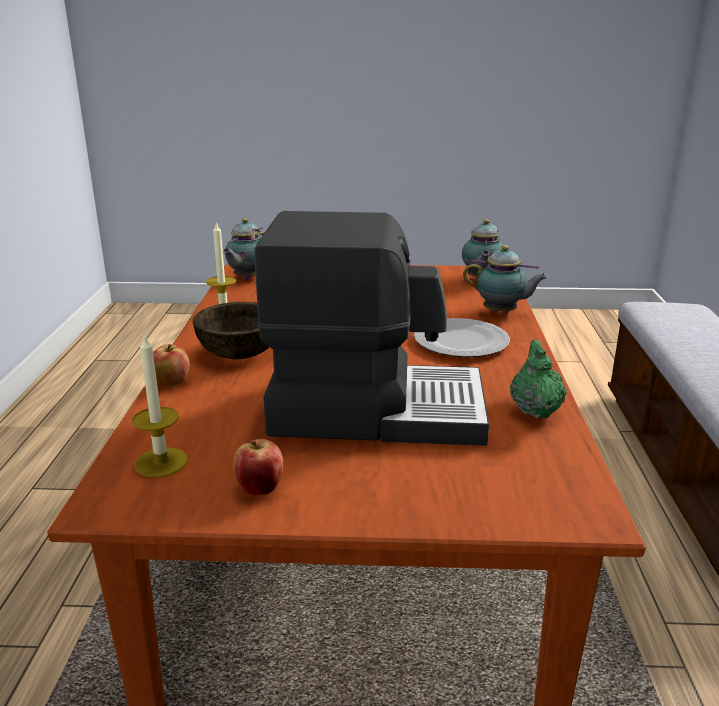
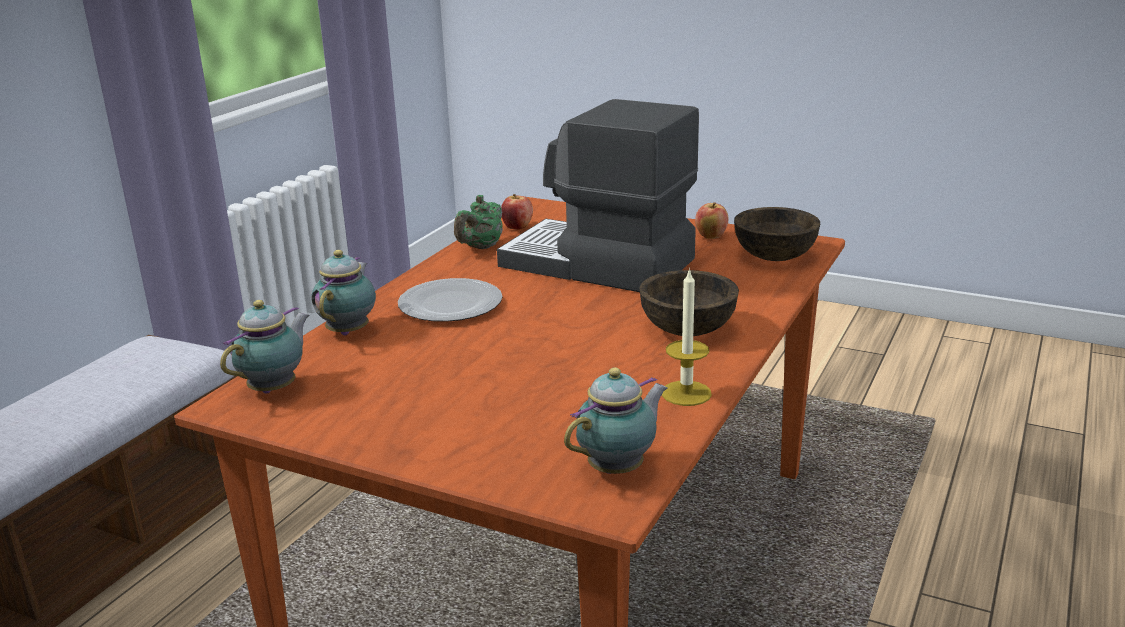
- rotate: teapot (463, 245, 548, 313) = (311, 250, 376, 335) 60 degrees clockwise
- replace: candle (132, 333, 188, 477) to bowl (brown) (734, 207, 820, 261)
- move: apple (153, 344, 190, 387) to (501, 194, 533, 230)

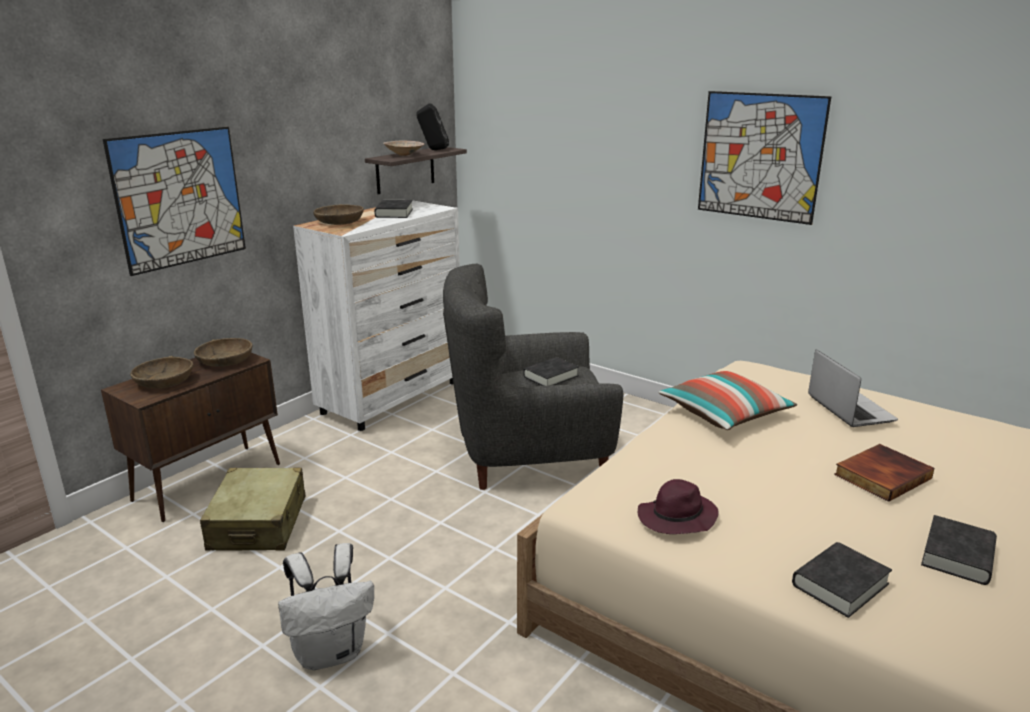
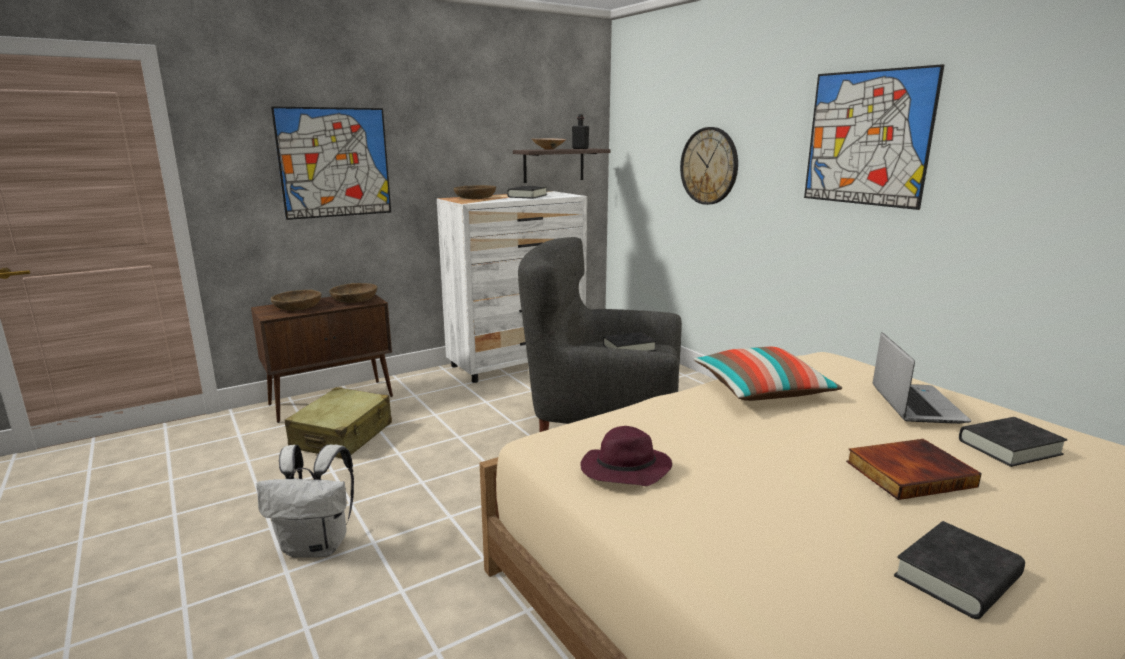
- replace: speaker (black) (416, 104, 449, 150) to bottle (black) (572, 114, 589, 149)
- move: book (black) (792, 542, 892, 618) to (959, 417, 1067, 467)
- insert: wall clock (680, 127, 738, 205)

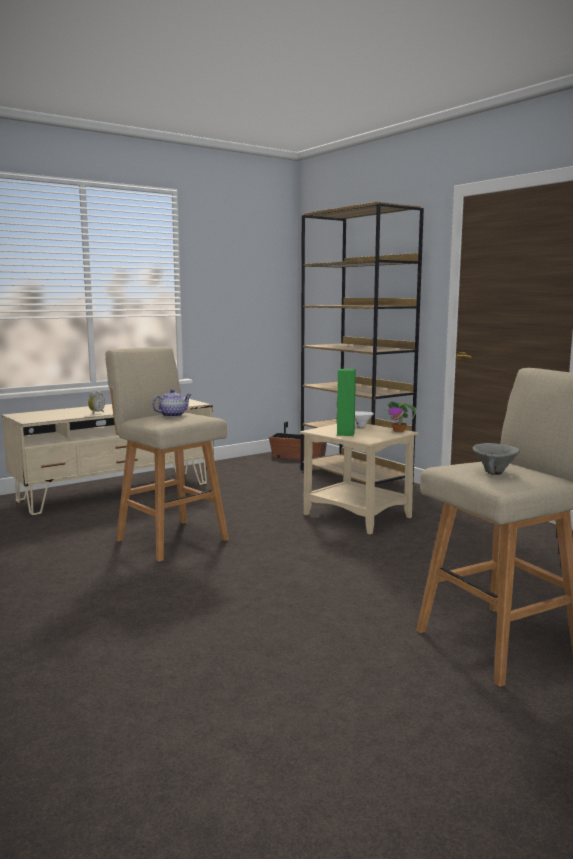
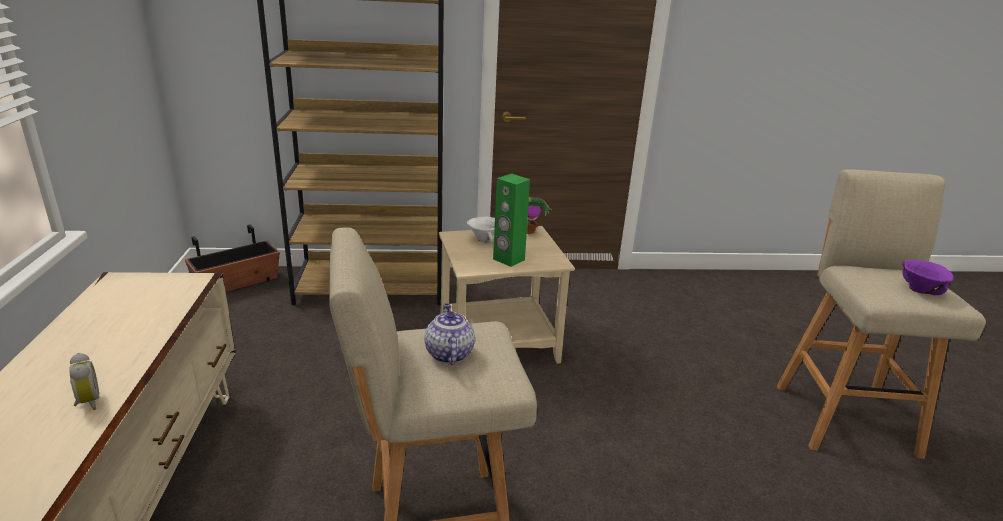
- recolor: bowl (grey) (472, 443, 520, 475) to bowl (purple) (902, 260, 953, 295)

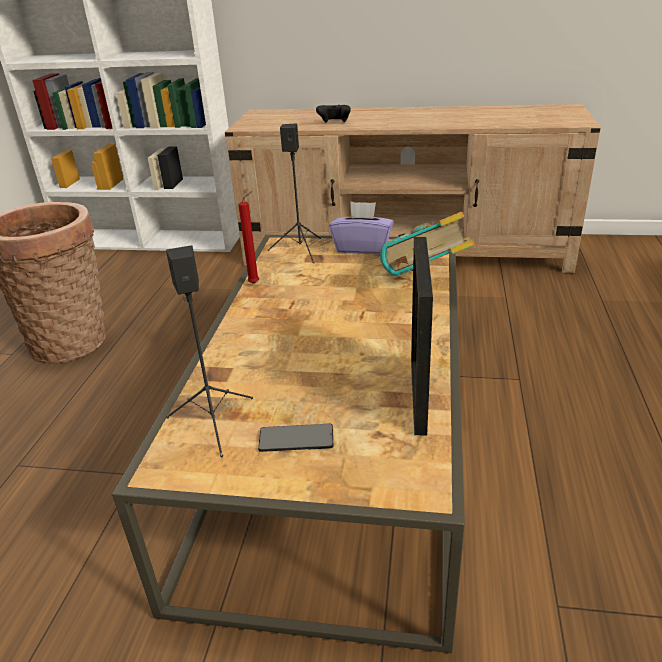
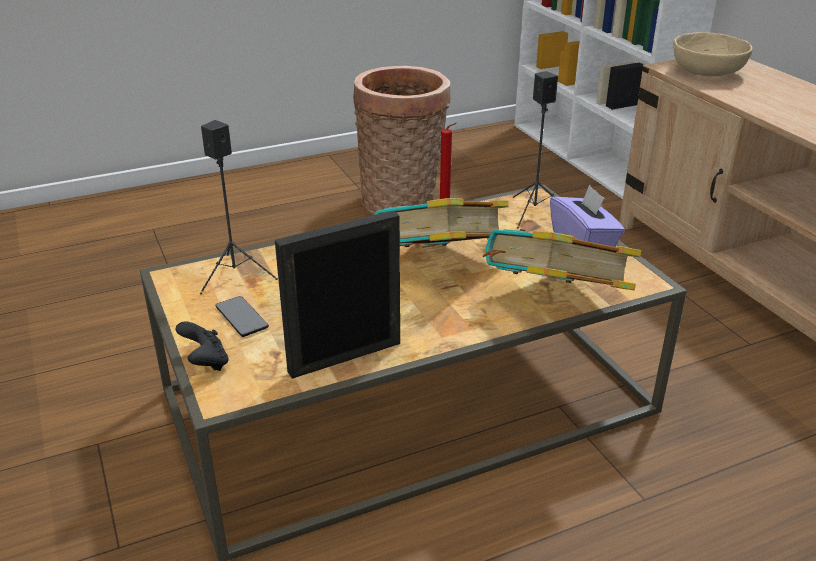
- move: game controller (black) (316, 105, 351, 123) to (176, 322, 229, 371)
- insert: bowl (beige) (673, 32, 753, 76)
- insert: book (375, 198, 508, 247)

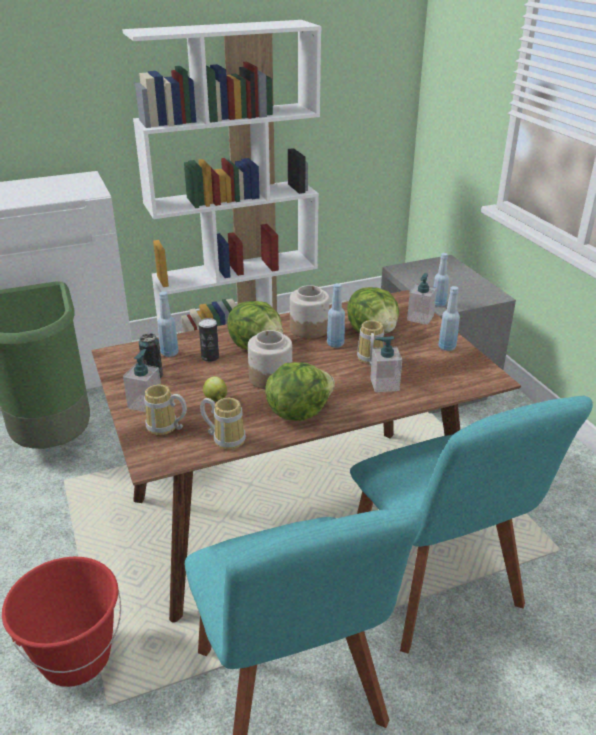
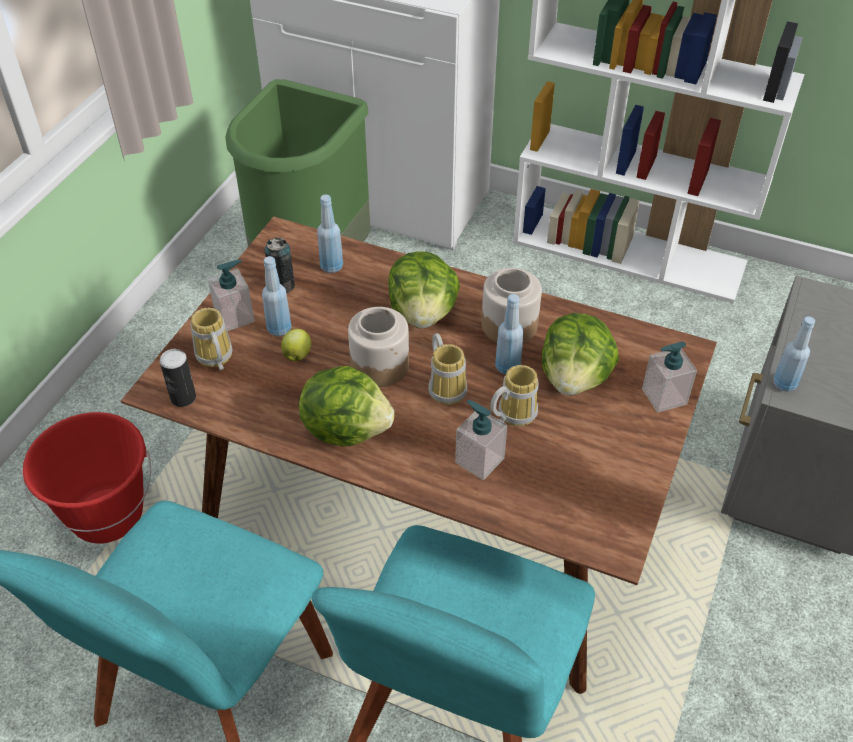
- move: bottle (blue) (438, 286, 460, 351) to (262, 256, 292, 336)
- move: can (199, 318, 219, 362) to (160, 349, 196, 407)
- move: mug (200, 398, 246, 449) to (428, 333, 467, 405)

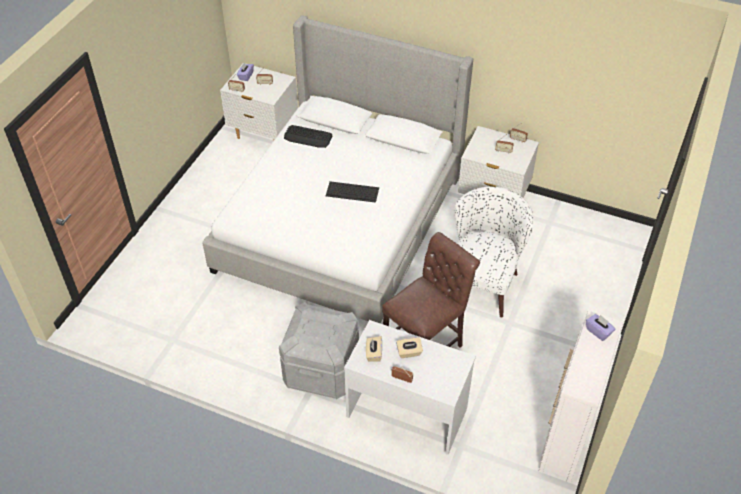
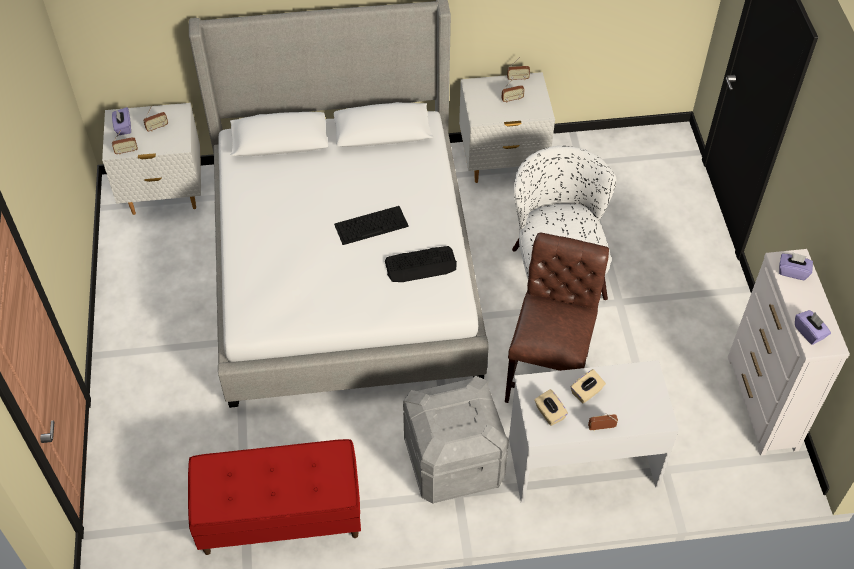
- move: keyboard (284, 125, 332, 148) to (385, 246, 457, 282)
- insert: tissue box (purple) (795, 310, 831, 345)
- insert: bench (red) (188, 439, 361, 555)

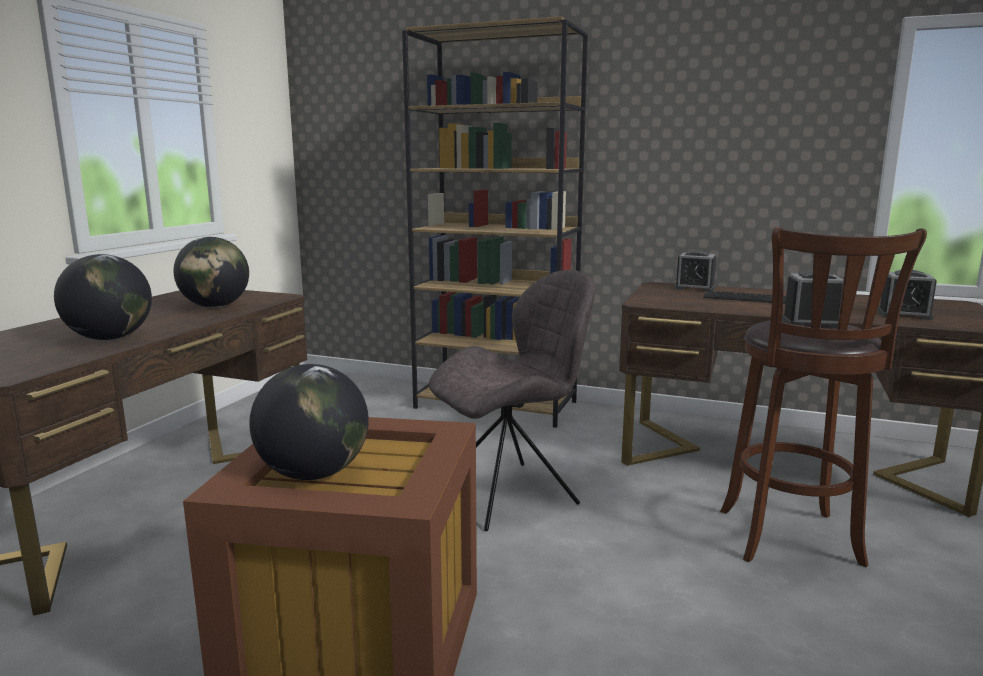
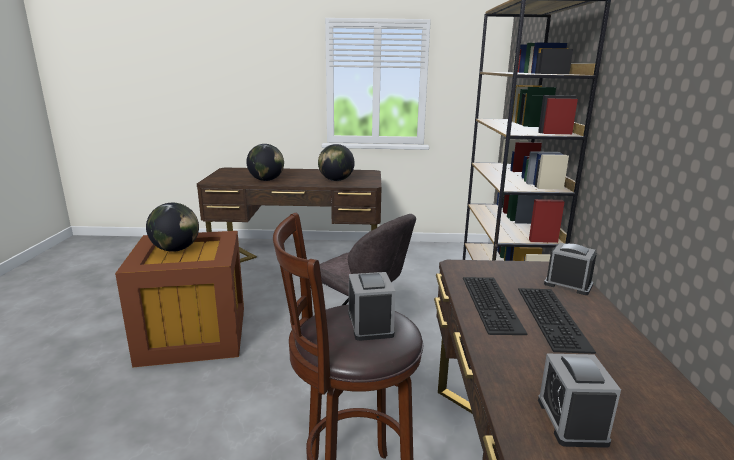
- rotate: alarm clock (674, 250, 716, 291) = (544, 243, 597, 295) 120 degrees clockwise
- insert: keyboard (463, 277, 527, 335)

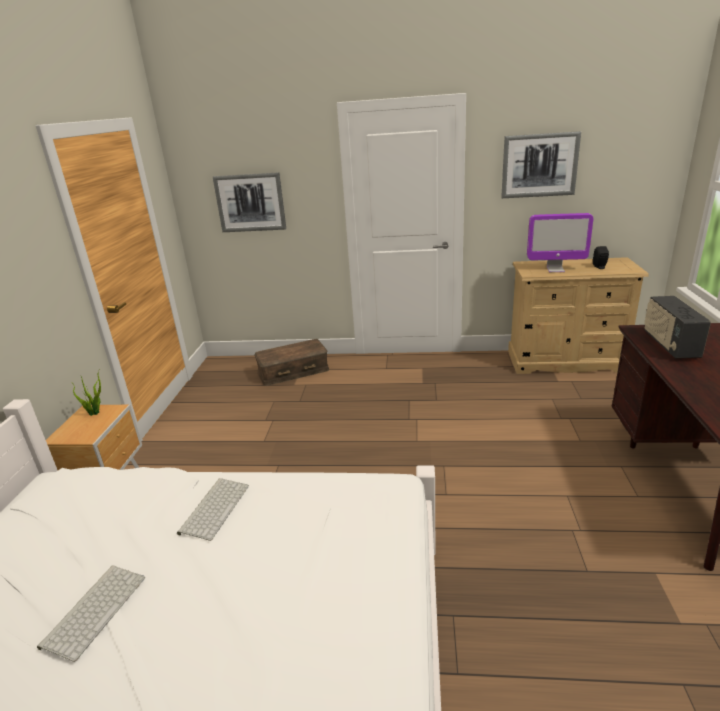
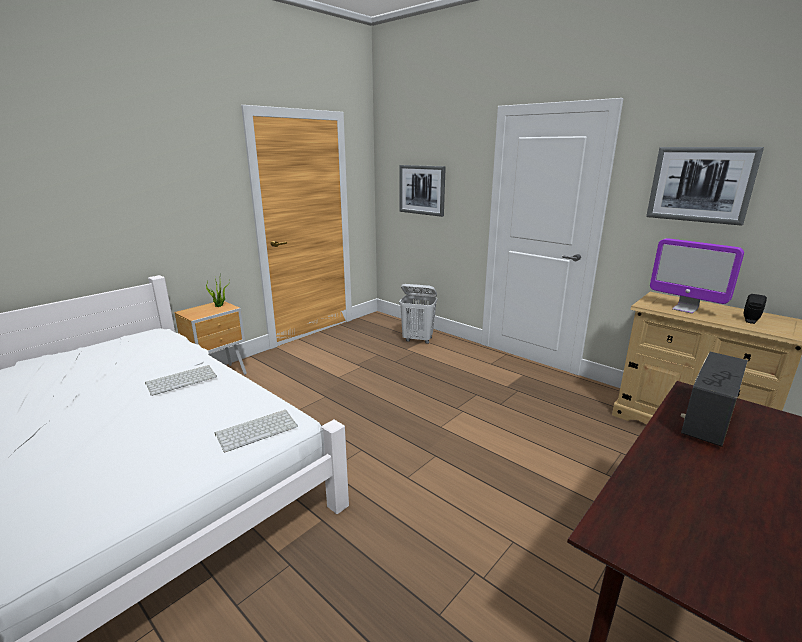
- replace: storage box (brown) (254, 339, 329, 386) to laundry basket (white) (399, 284, 437, 344)
- move: keyboard (37, 565, 145, 662) to (215, 410, 298, 452)

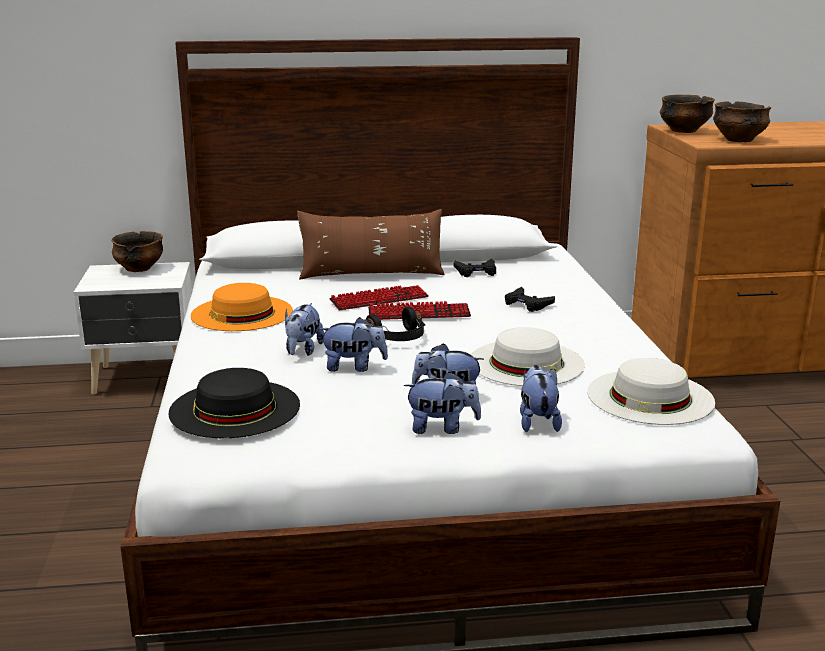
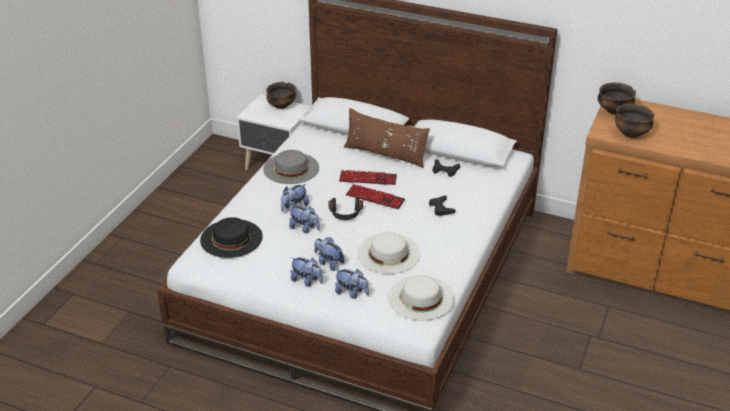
- recolor: hat (orange) (191, 283, 293, 331) to hat (grey) (263, 150, 319, 184)
- rotate: plush toy (520, 365, 562, 432) = (335, 269, 369, 299) 90 degrees clockwise

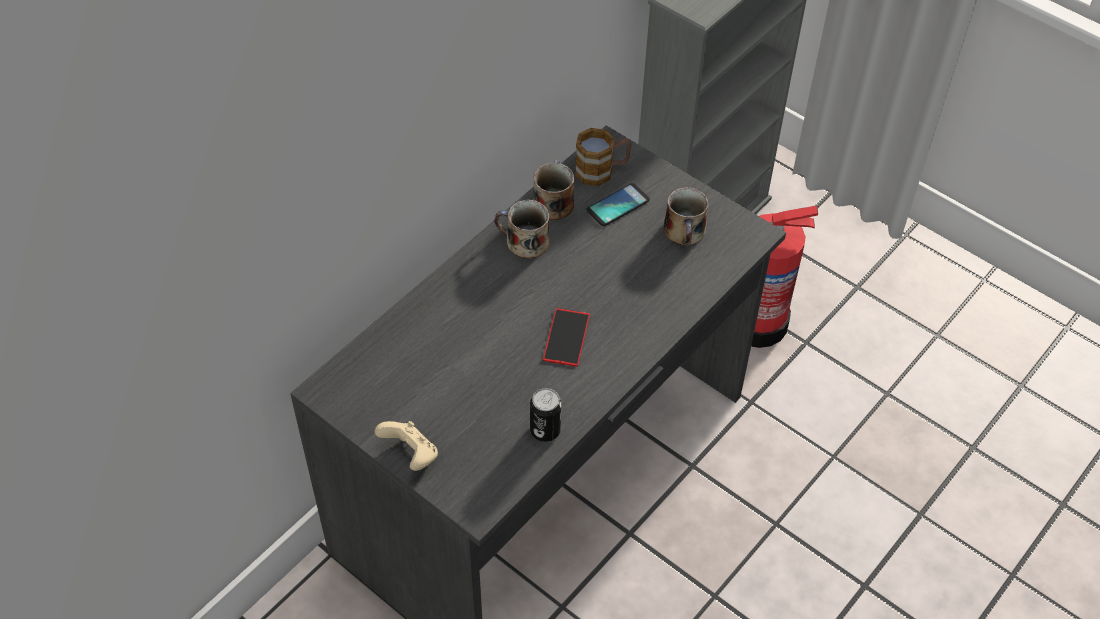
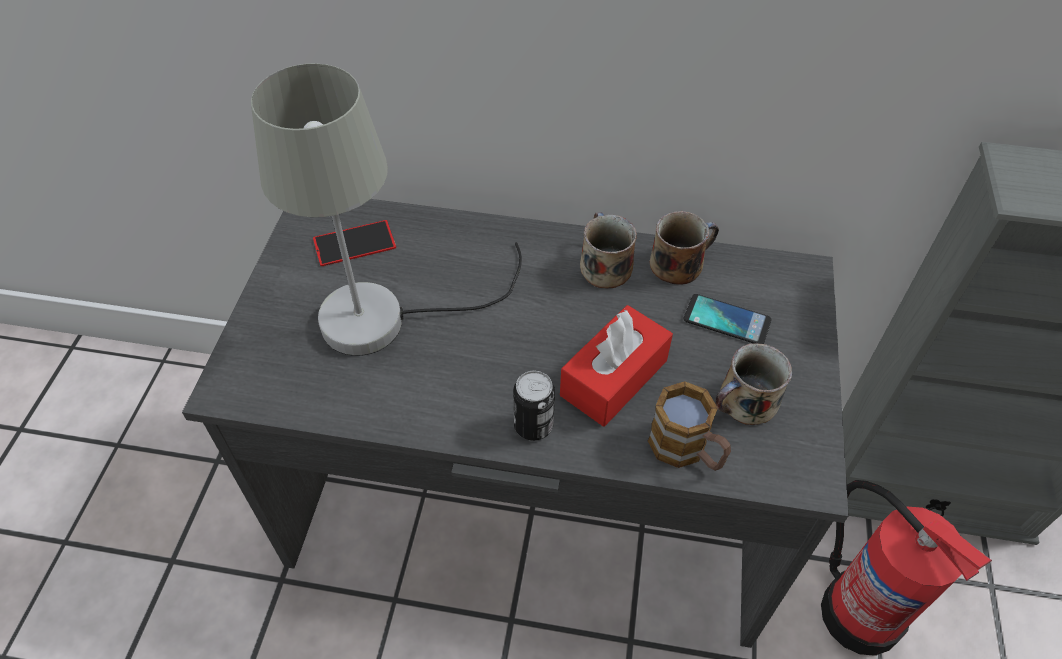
- move: mug (575, 128, 631, 186) to (648, 381, 731, 471)
- move: phone (543, 308, 590, 367) to (313, 220, 396, 266)
- move: can (530, 388, 562, 442) to (513, 371, 555, 441)
- delete: game controller (beige) (375, 421, 438, 471)
- insert: table lamp (grey) (251, 63, 522, 356)
- insert: tissue box (red) (560, 305, 673, 427)

